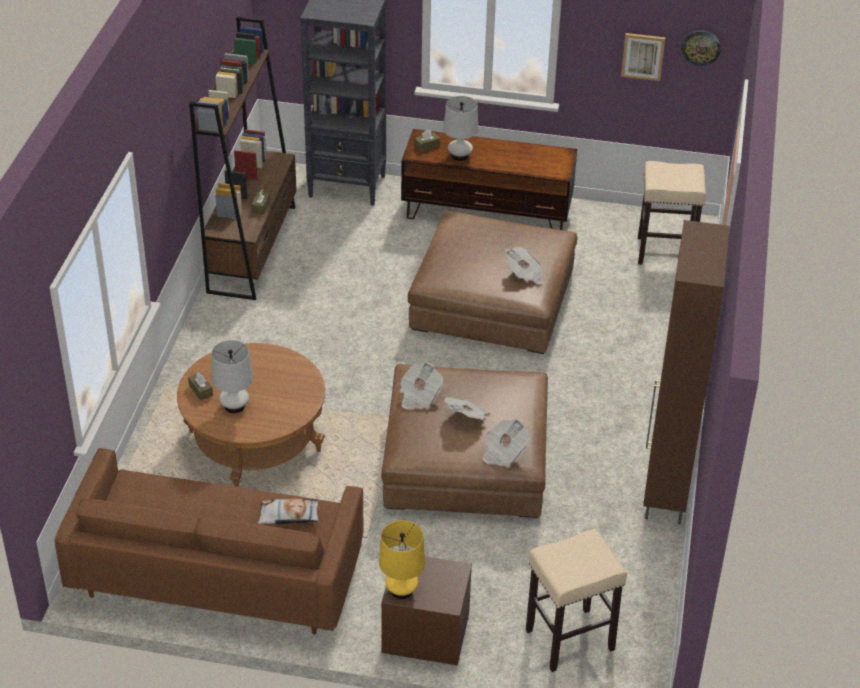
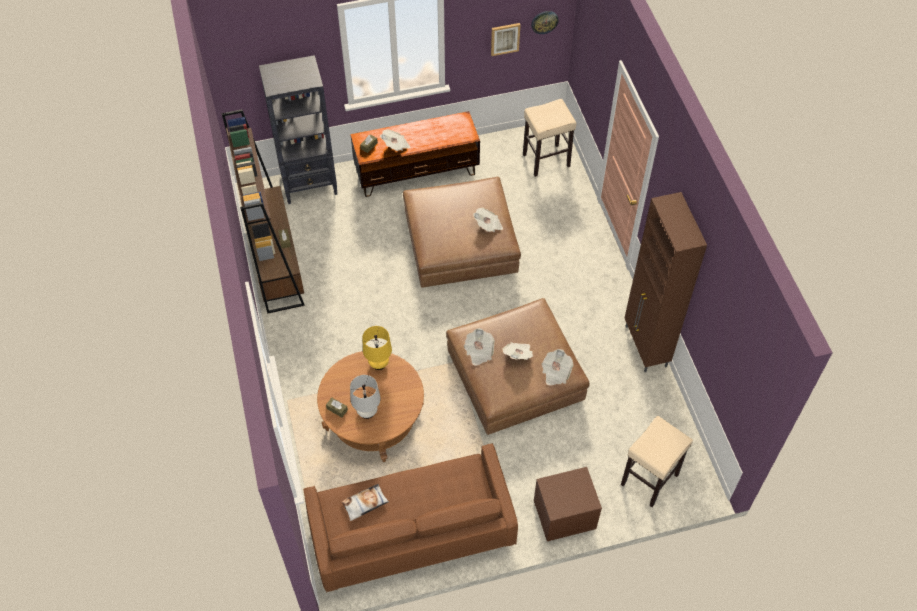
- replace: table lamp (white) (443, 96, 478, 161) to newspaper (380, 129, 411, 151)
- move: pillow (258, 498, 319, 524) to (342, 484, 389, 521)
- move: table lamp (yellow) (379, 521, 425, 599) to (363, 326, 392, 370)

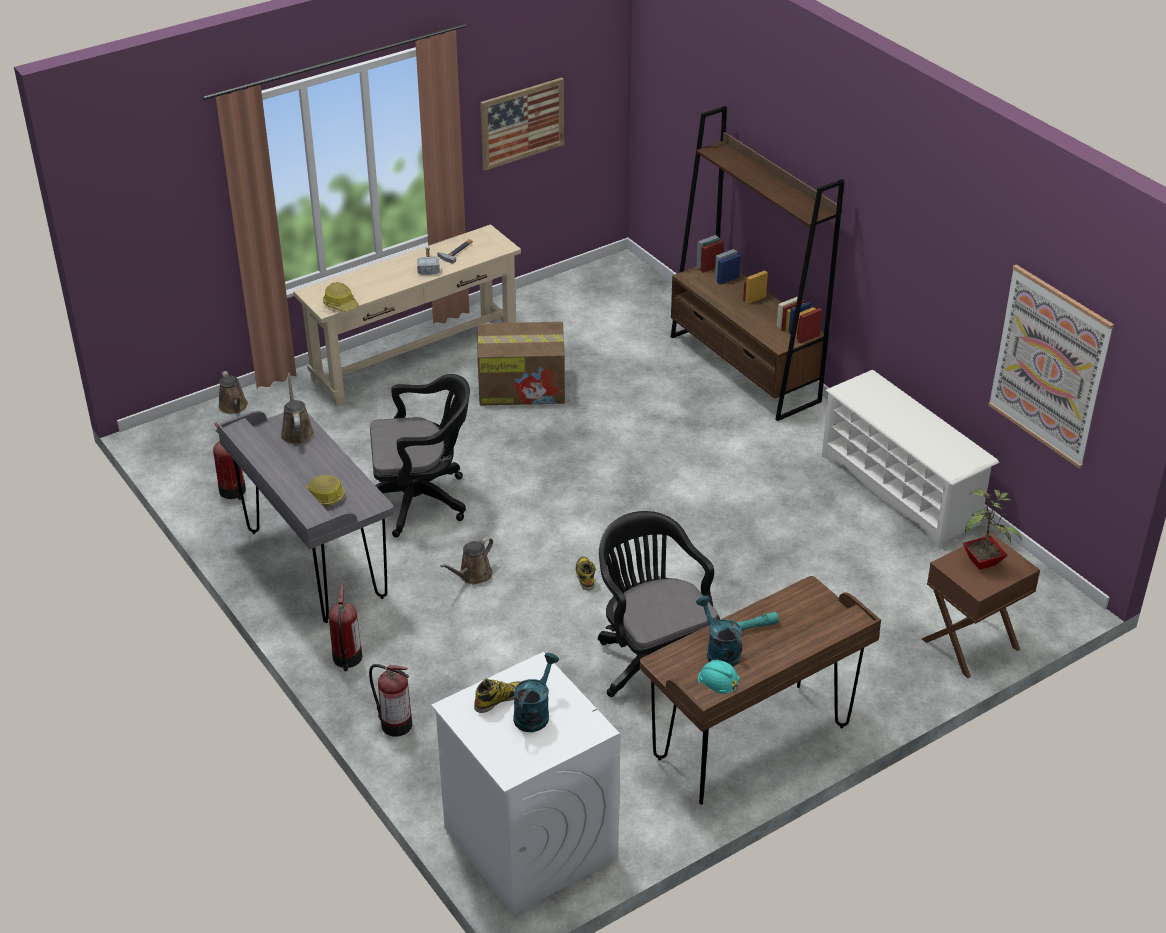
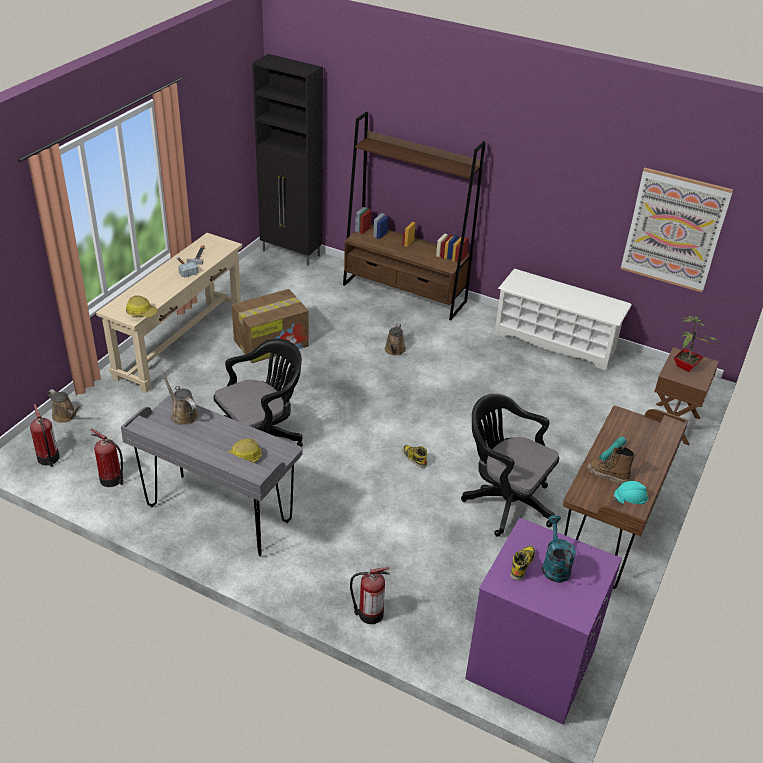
- delete: picture (480, 78, 564, 171)
- move: watering can (brown) (440, 536, 493, 584) to (385, 324, 406, 356)
- move: fire extinguisher (328, 583, 362, 671) to (30, 404, 60, 467)
- replace: watering can (turquoise) (696, 596, 742, 667) to boot (587, 447, 636, 485)
- recolor: washing machine (white) (431, 652, 621, 915) to washing machine (purple) (465, 518, 622, 724)
- insert: cabinet (black) (252, 54, 323, 266)

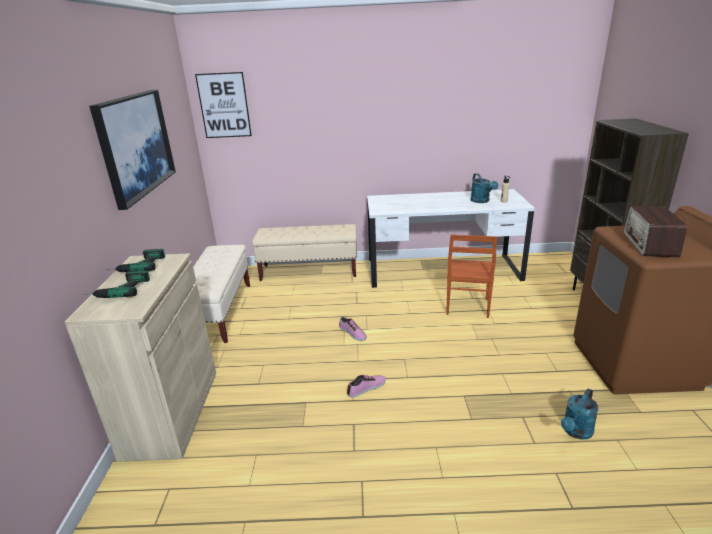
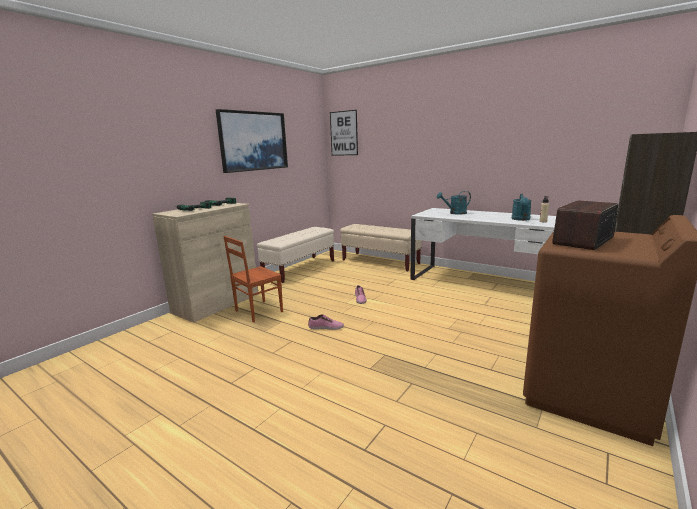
- move: chair (brown) (446, 235, 497, 318) to (223, 236, 283, 322)
- move: watering can (turquoise) (561, 389, 599, 440) to (437, 191, 471, 215)

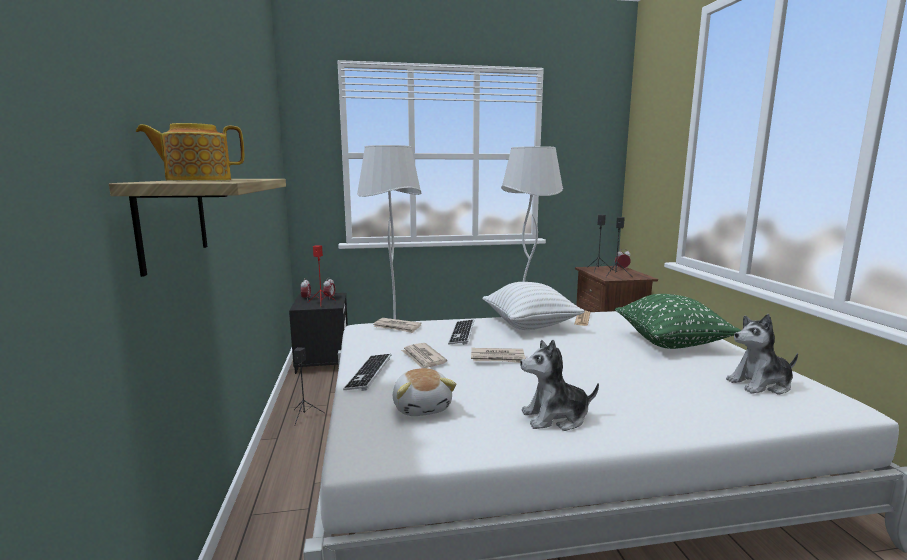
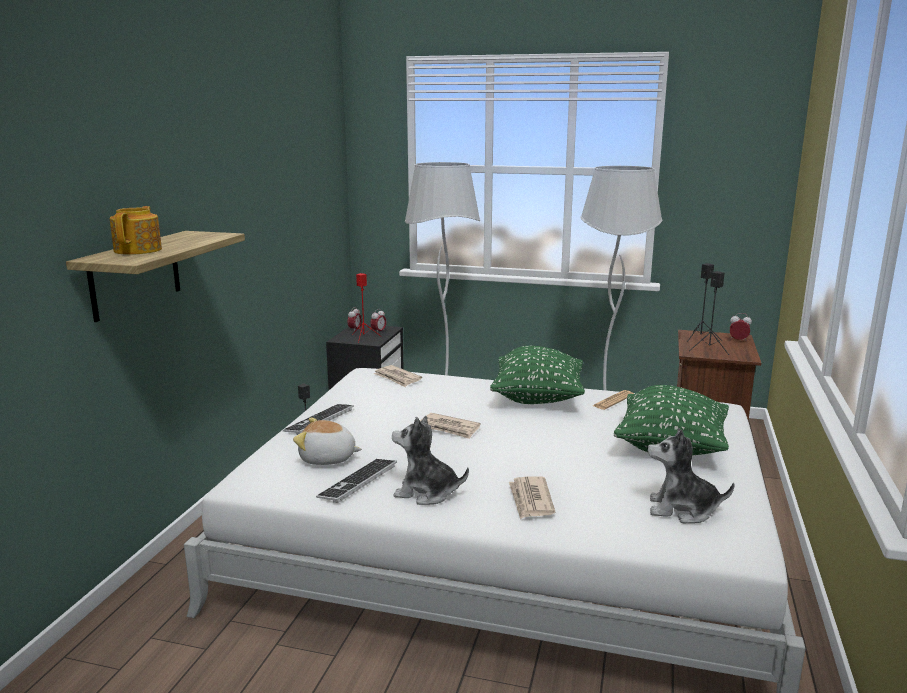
- rotate: teapot (136, 123, 244, 181) = (110, 206, 162, 255) 90 degrees clockwise
- recolor: pillow (white) (482, 282, 584, 330) to pillow (green) (490, 346, 585, 404)
- move: keyboard (448, 320, 474, 345) to (316, 459, 397, 503)
- move: newspaper (401, 343, 447, 368) to (509, 477, 555, 519)
- rotate: plush toy (393, 368, 457, 416) = (293, 418, 362, 465) 90 degrees clockwise

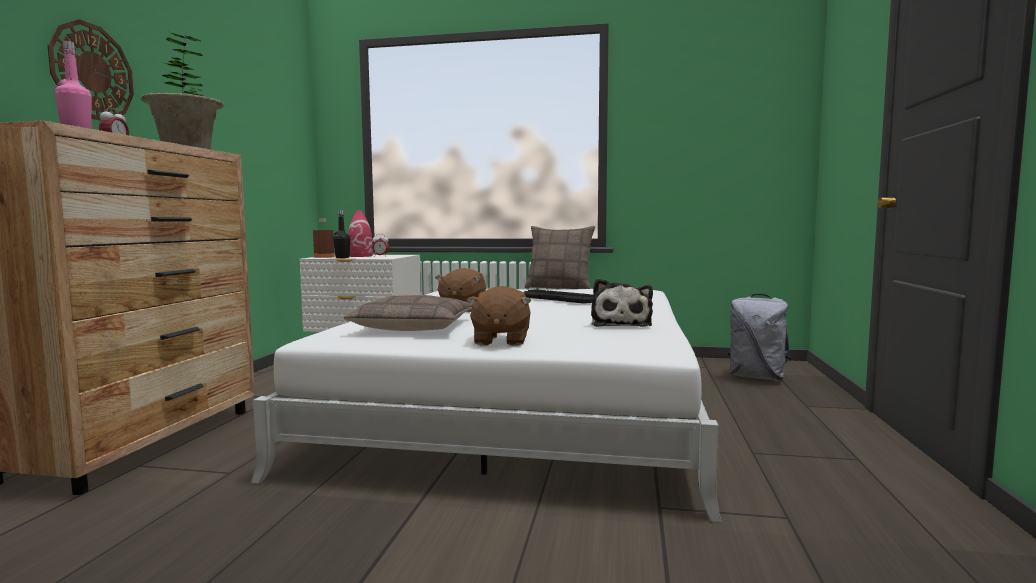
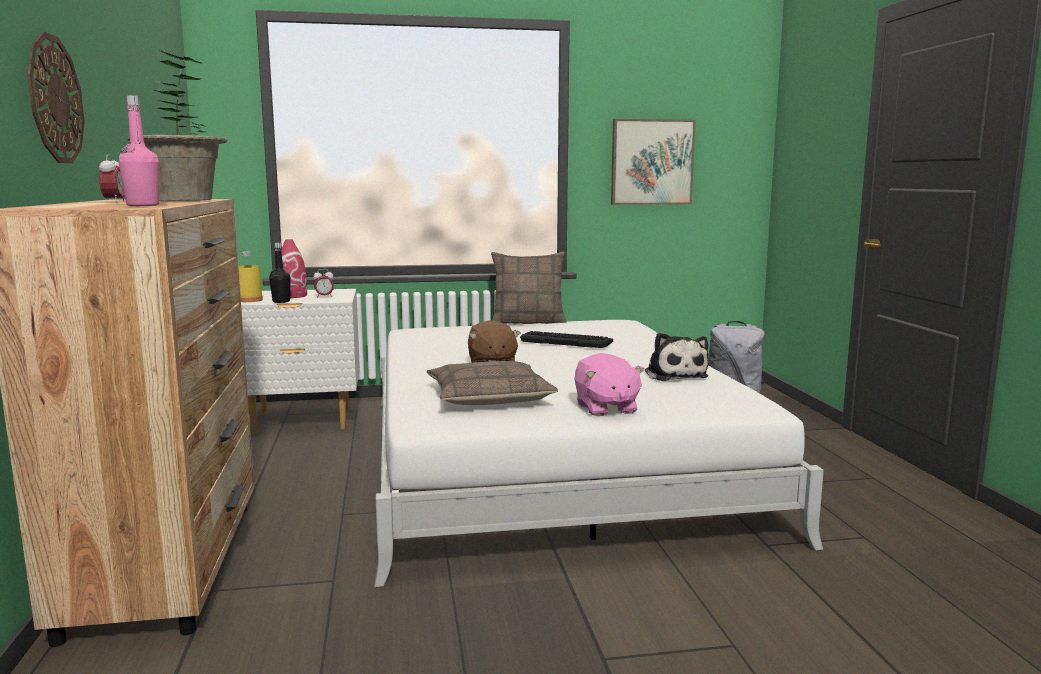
- recolor: bottle (brown) (313, 218, 335, 258) to bottle (yellow) (238, 251, 263, 302)
- recolor: plush toy (brown) (467, 286, 531, 346) to plush toy (pink) (574, 353, 645, 416)
- insert: picture (611, 119, 696, 205)

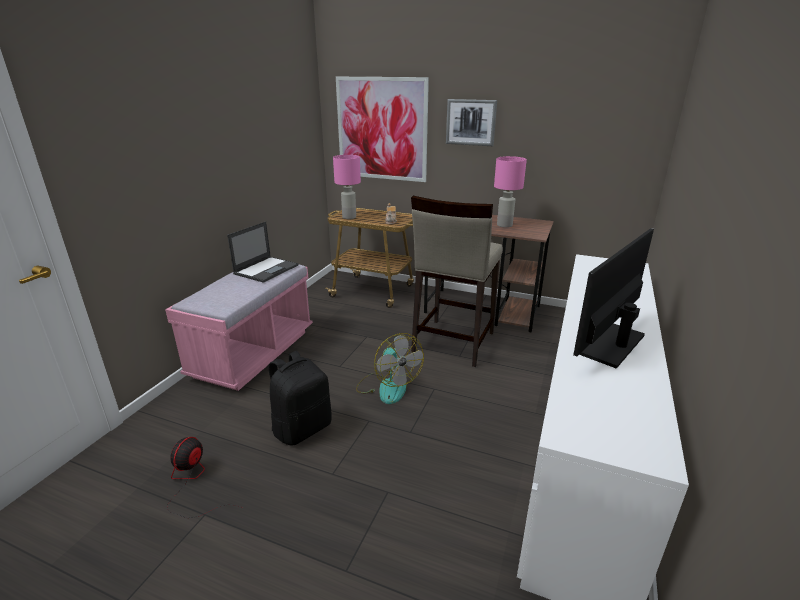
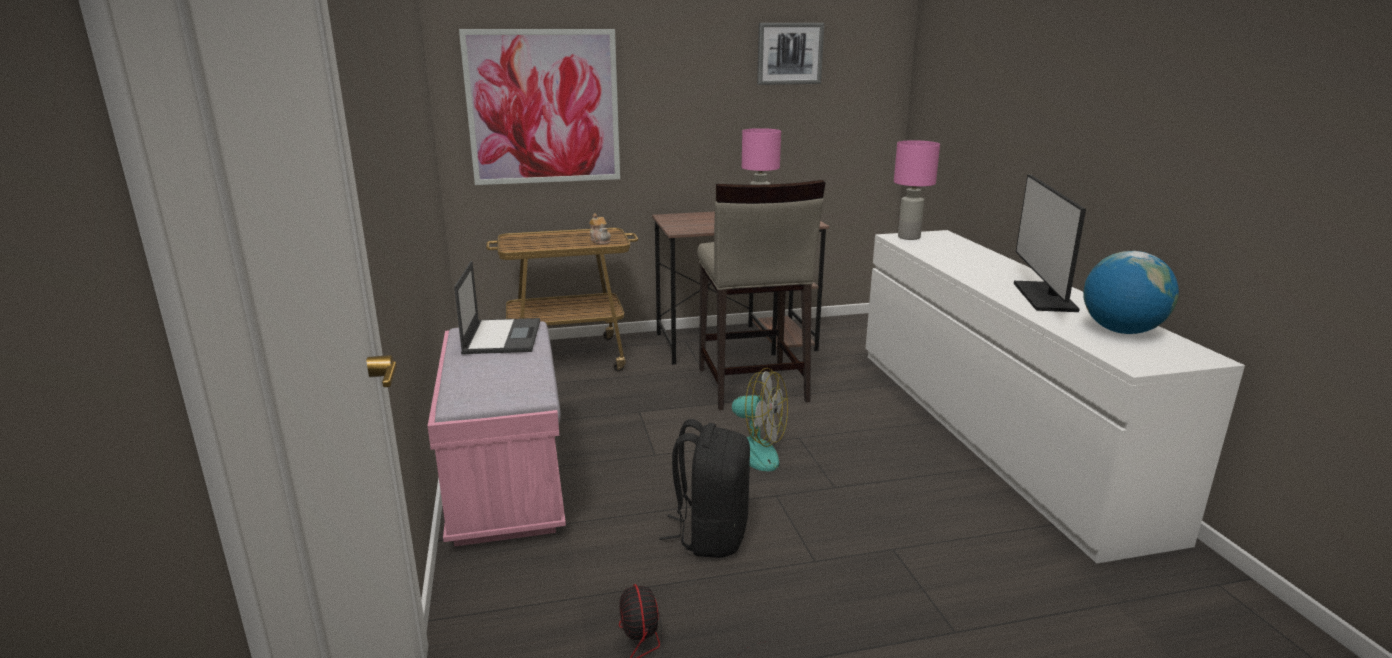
- move: picture (446, 99, 497, 146) to (757, 23, 824, 85)
- move: table lamp (pink) (333, 155, 361, 219) to (894, 140, 940, 240)
- insert: globe (1083, 251, 1179, 334)

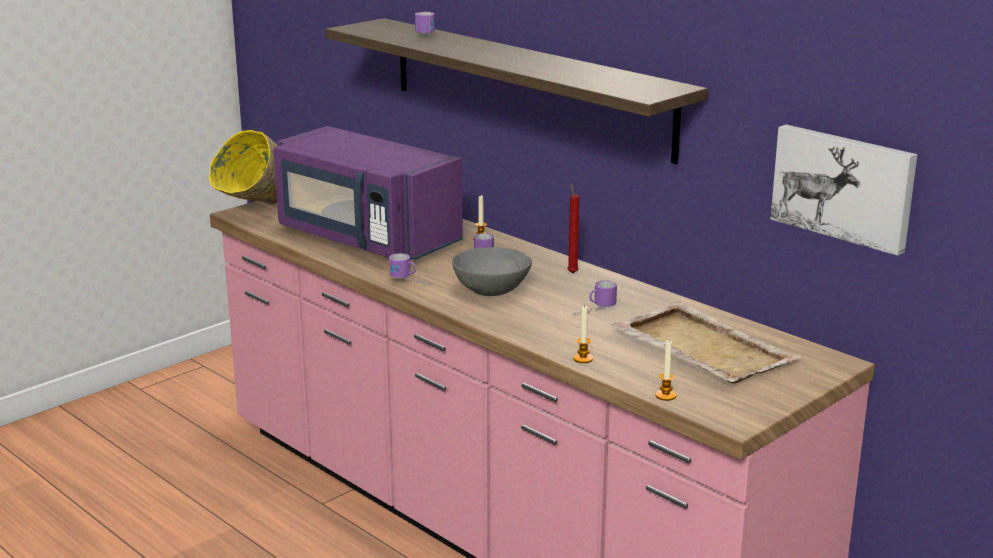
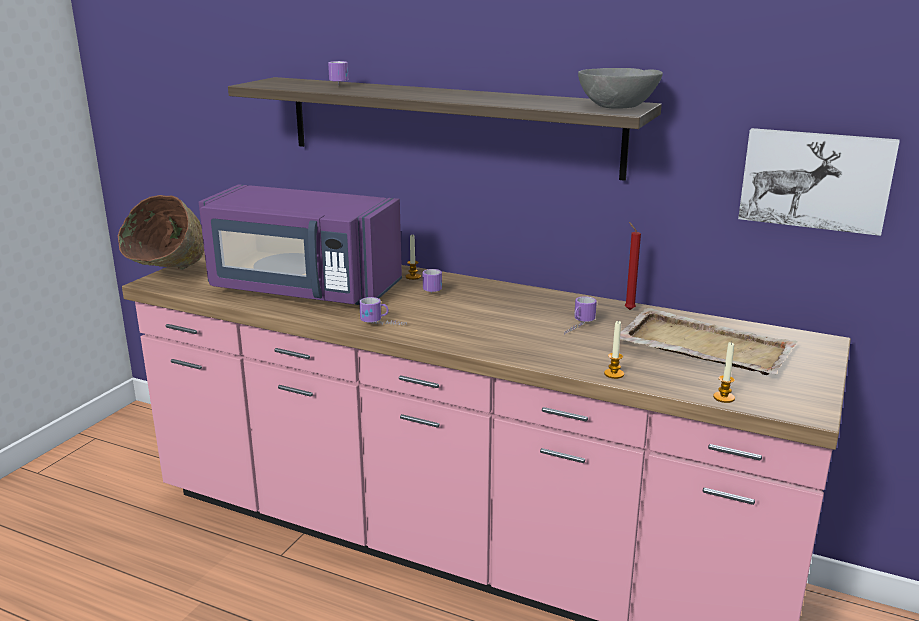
- recolor: bowl (yellow) (209, 130, 277, 204) to bowl (brown) (118, 195, 204, 270)
- move: candle (red) (567, 185, 579, 273) to (625, 222, 641, 310)
- move: bowl (grey) (452, 247, 532, 296) to (578, 68, 663, 109)

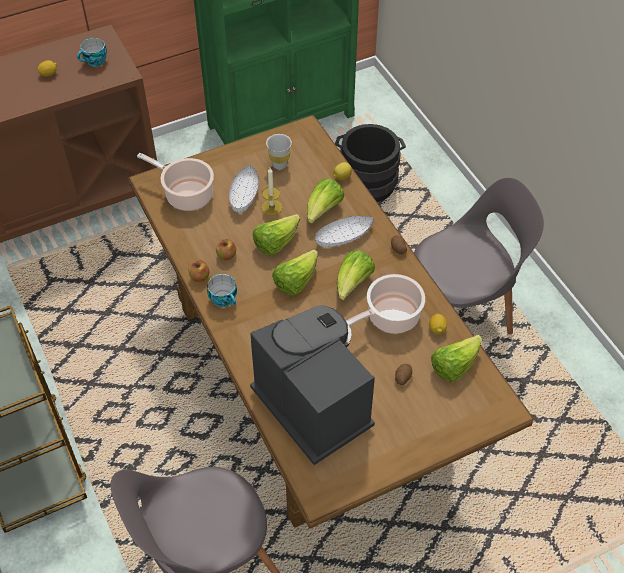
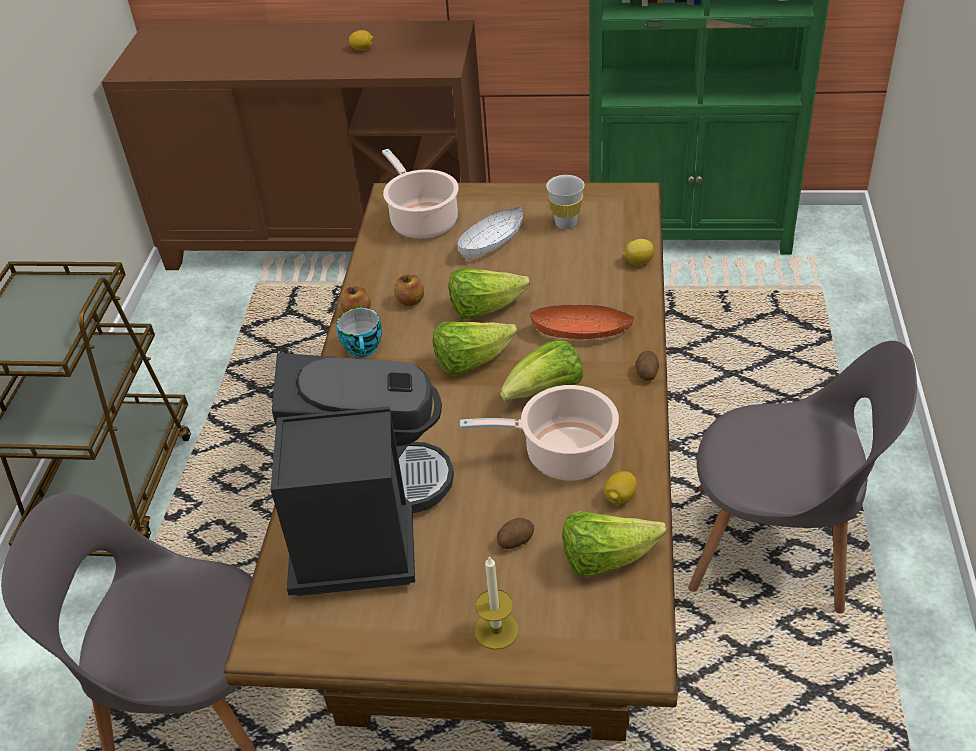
- delete: cup (77, 38, 107, 67)
- delete: bucket (black) (335, 124, 406, 202)
- move: candle (261, 168, 283, 216) to (475, 555, 519, 650)
- delete: lettuce (307, 179, 344, 224)
- recolor: bowl (white) (315, 216, 373, 247) to bowl (orange) (530, 305, 634, 339)

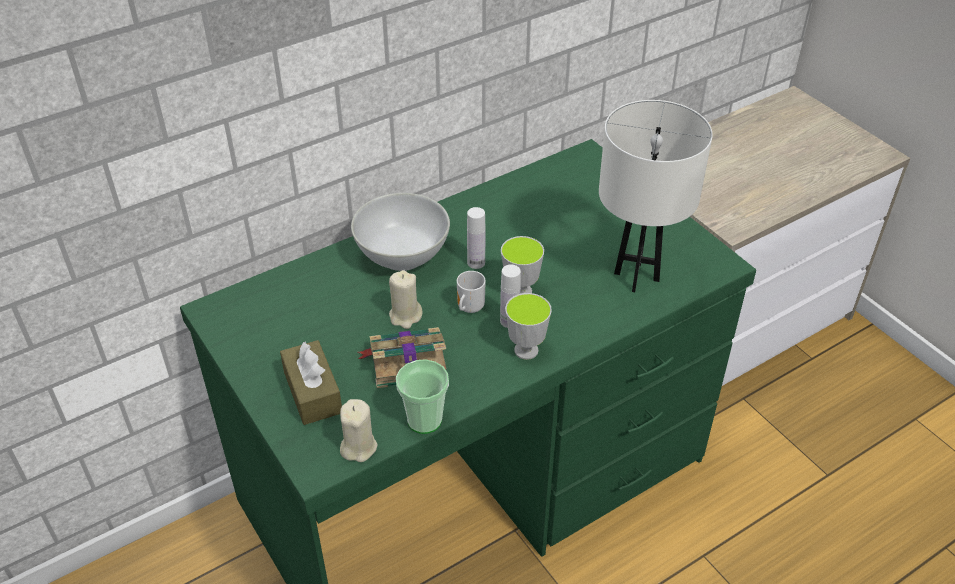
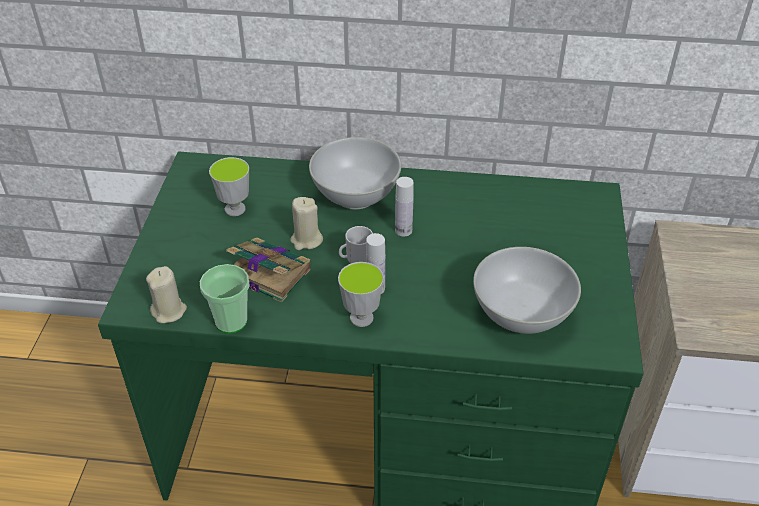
- replace: table lamp (white) (599, 100, 713, 292) to bowl (white) (473, 247, 581, 334)
- move: cup (501, 236, 544, 294) to (209, 157, 249, 216)
- delete: tissue box (brown) (280, 340, 342, 425)

